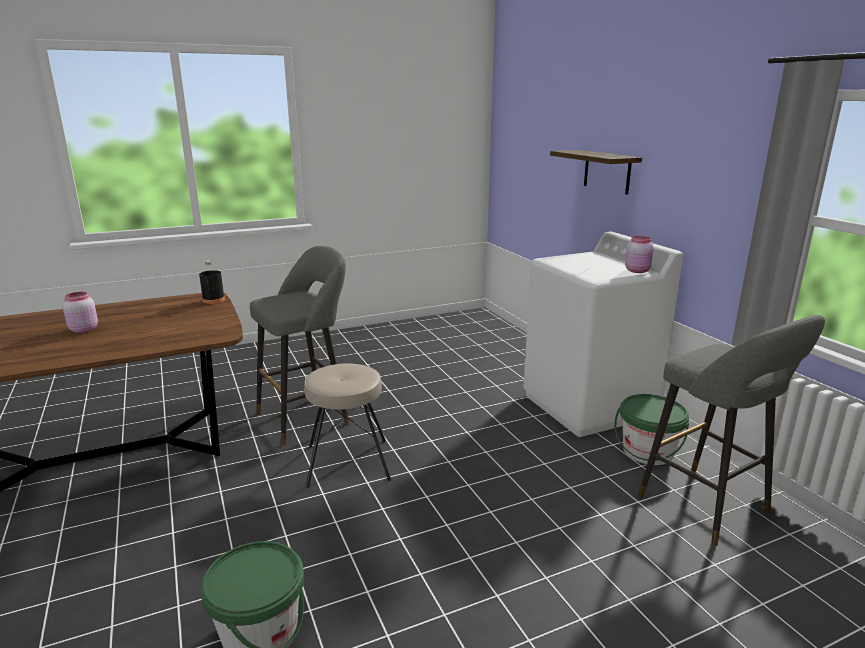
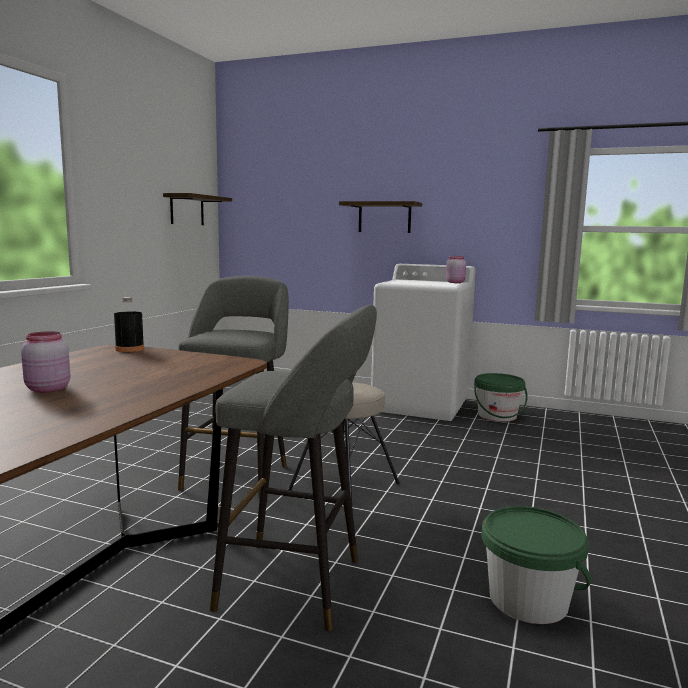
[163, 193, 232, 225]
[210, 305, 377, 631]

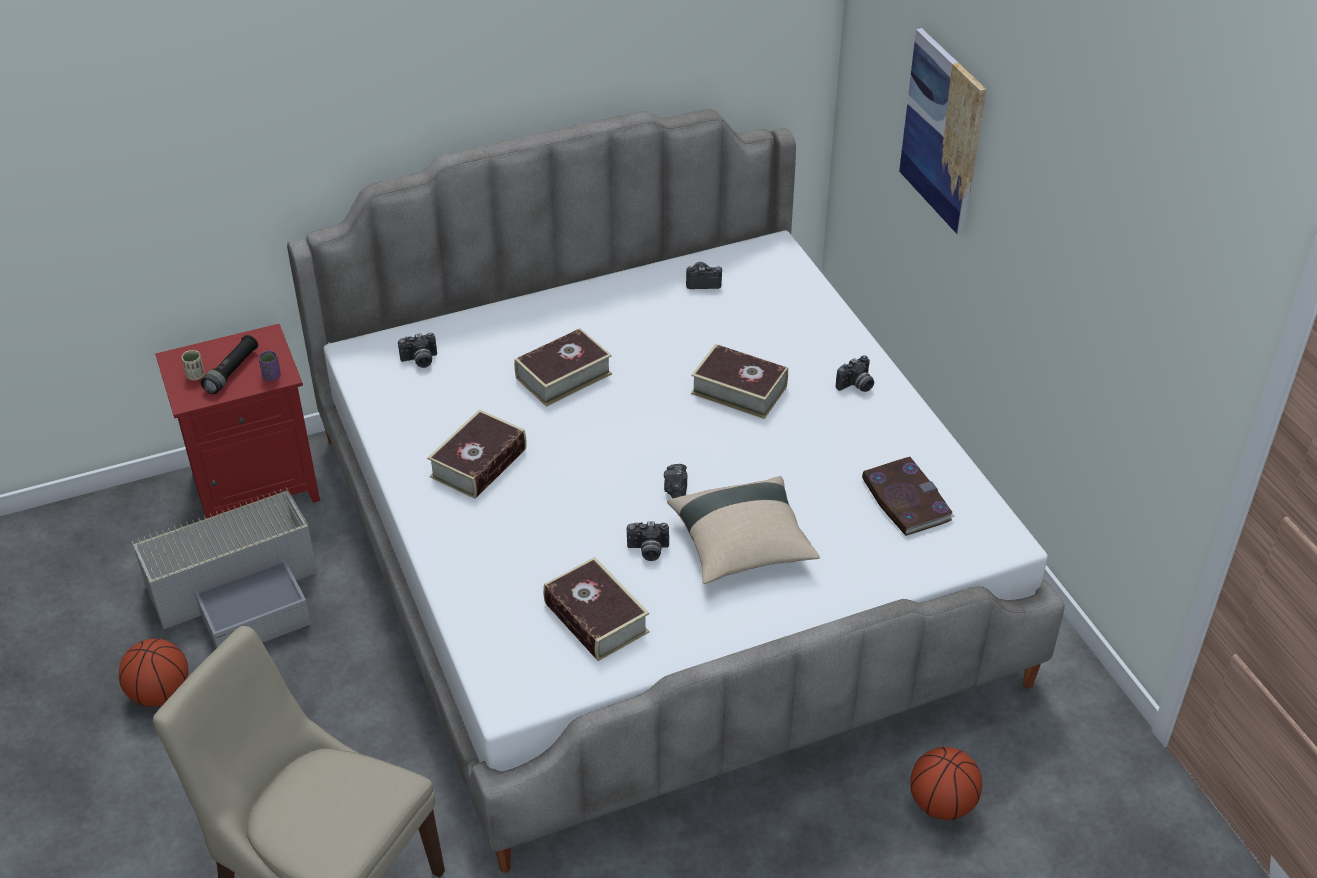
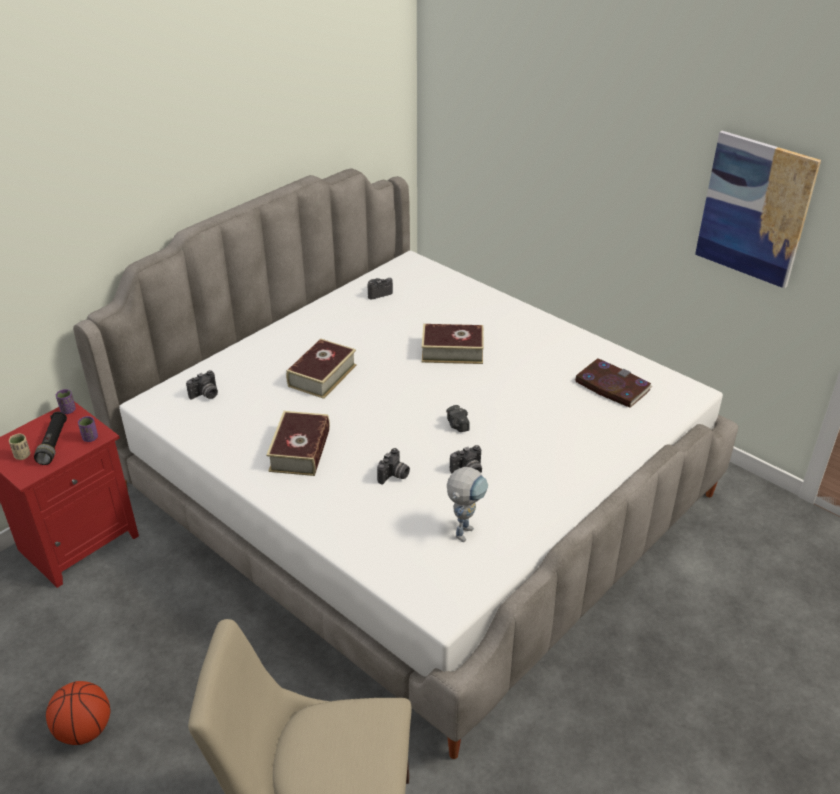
[132, 488, 318, 648] (first image)
[667, 476, 820, 584] (first image)
[910, 747, 982, 820] (first image)
[56, 389, 76, 414]
[377, 448, 410, 484]
[695, 131, 821, 289]
[447, 467, 488, 542]

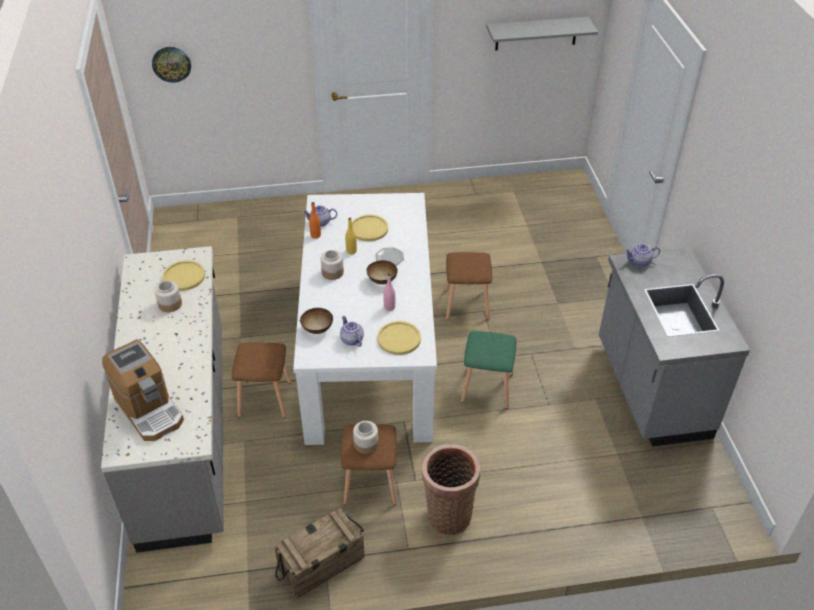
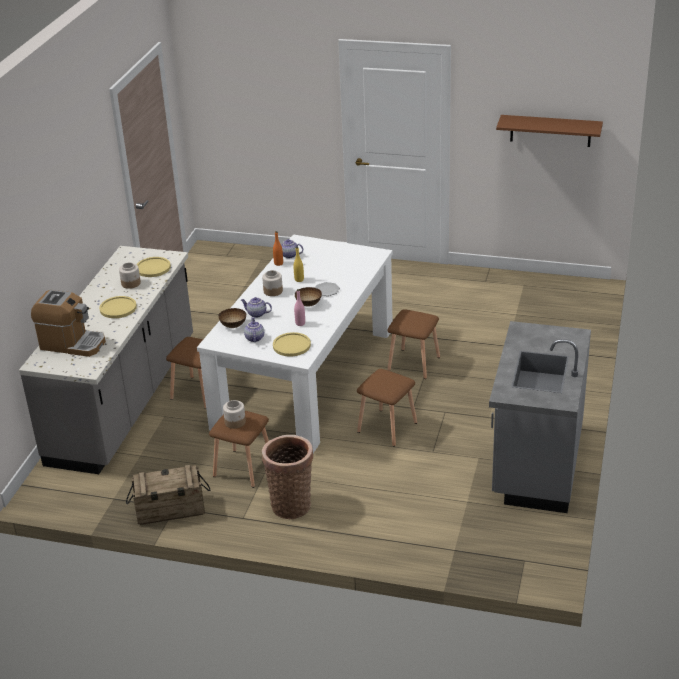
[152, 47, 191, 83] (first image)
[99, 296, 137, 318]
[241, 297, 272, 318]
[357, 369, 417, 446]
[496, 115, 603, 147]
[31, 290, 106, 357]

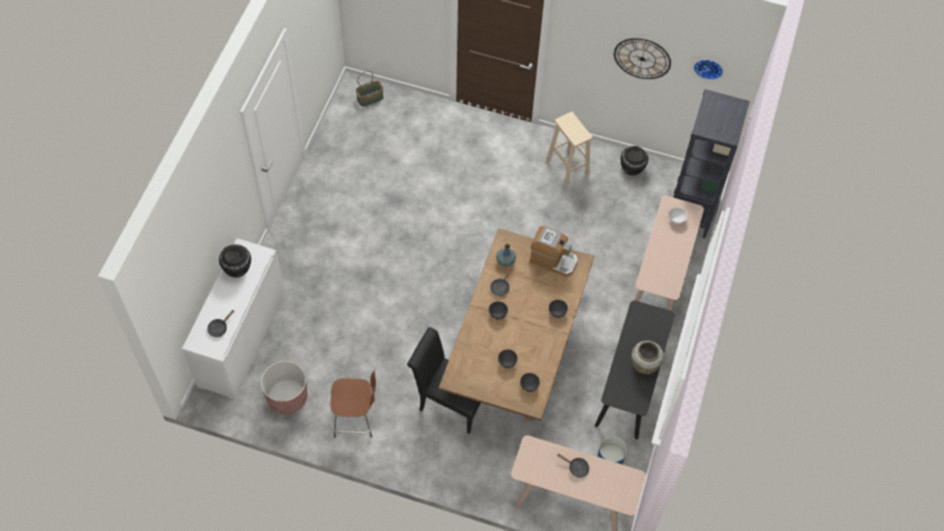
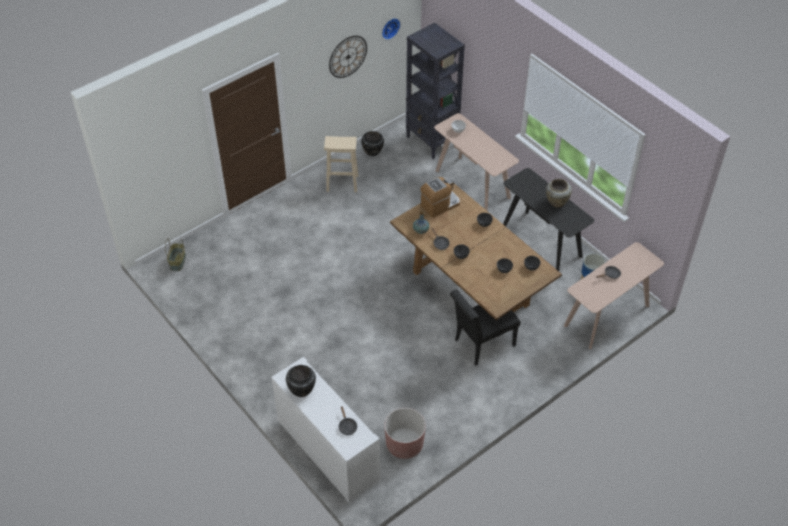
[331, 370, 376, 437] (first image)

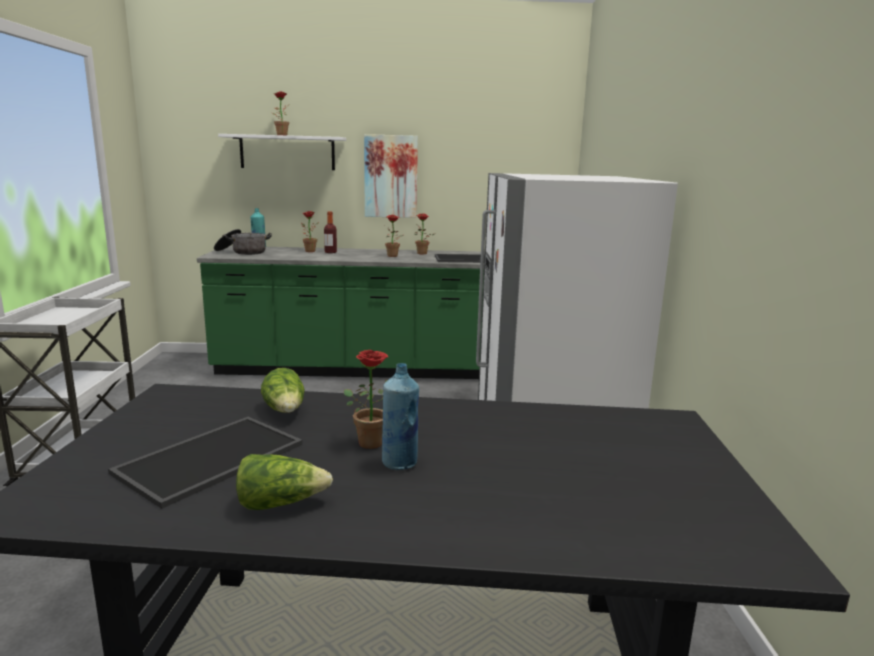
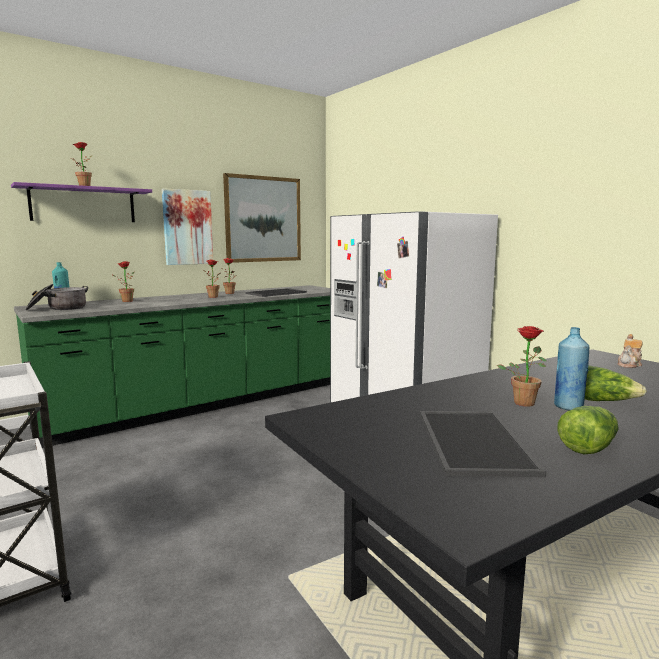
[324, 212, 337, 253] (first image)
[223, 173, 301, 263]
[618, 334, 643, 368]
[585, 365, 647, 401]
[11, 182, 152, 222]

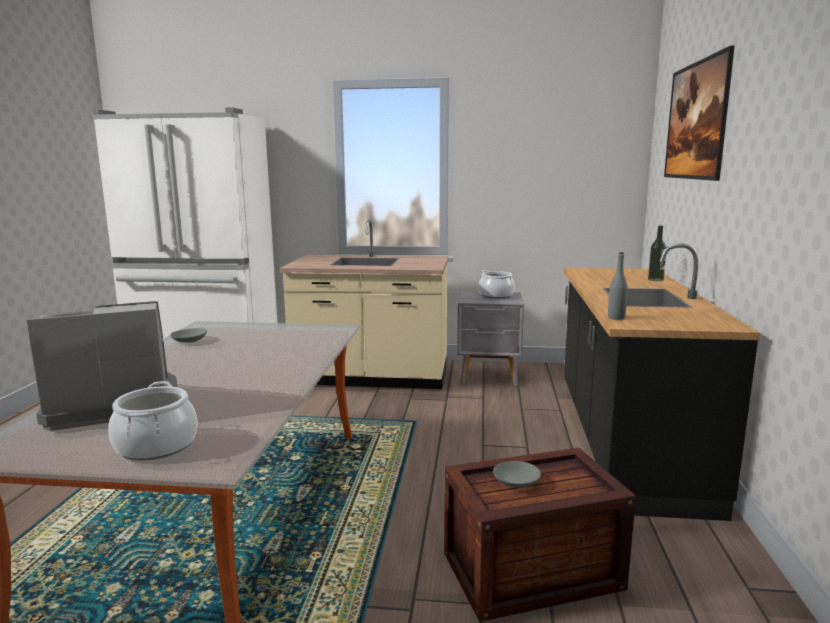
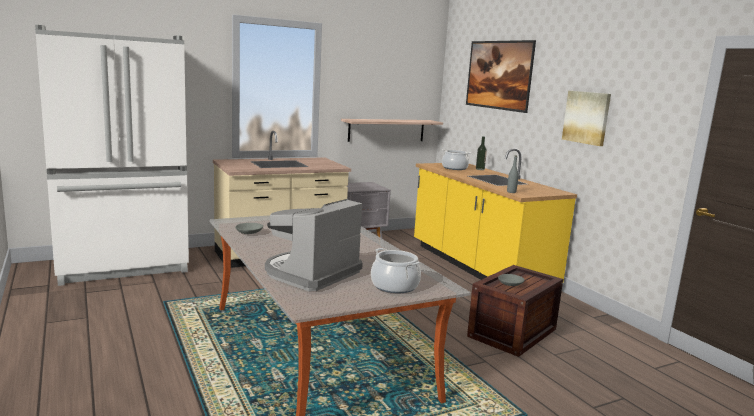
[341, 119, 443, 142]
[562, 91, 611, 146]
[442, 149, 471, 170]
[414, 148, 577, 282]

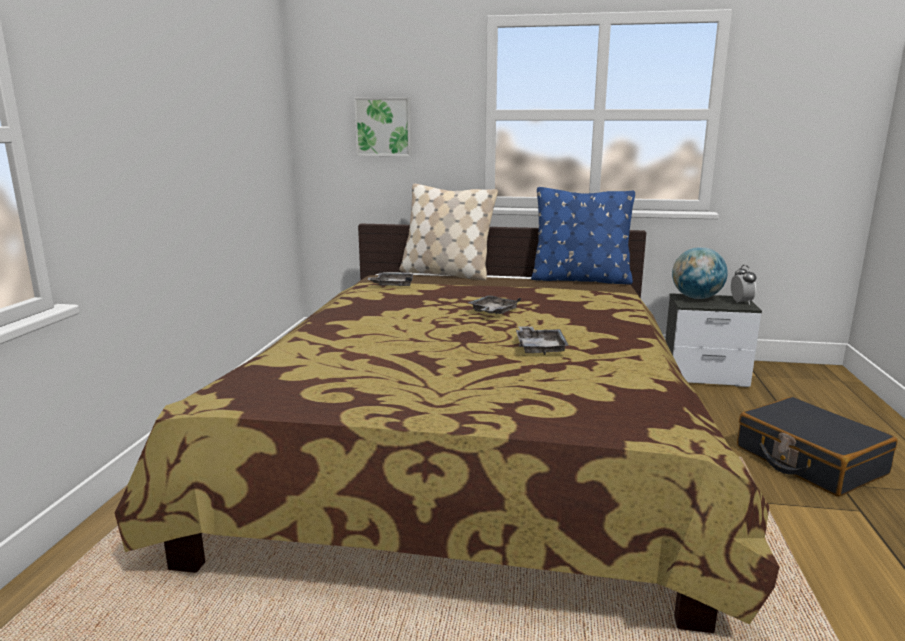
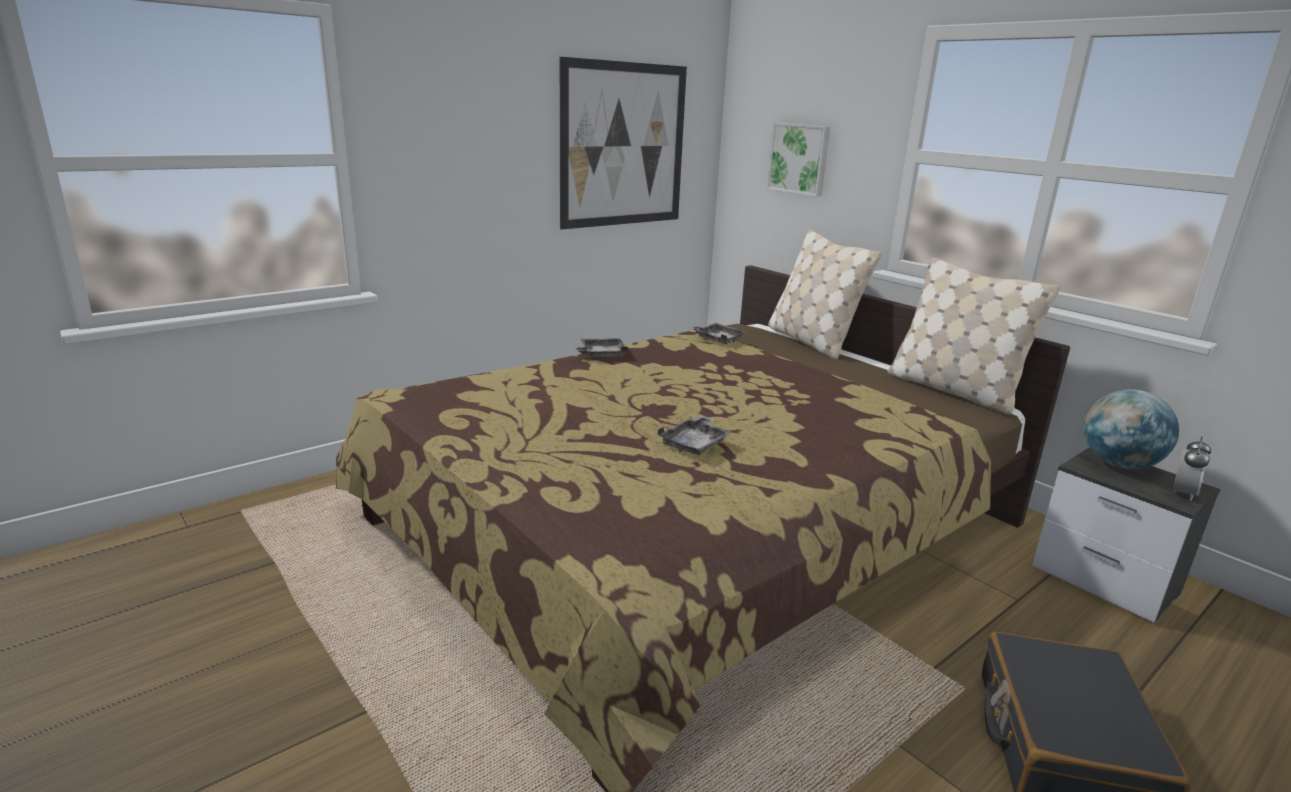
[560, 57, 687, 229]
[573, 338, 628, 357]
[888, 258, 1060, 415]

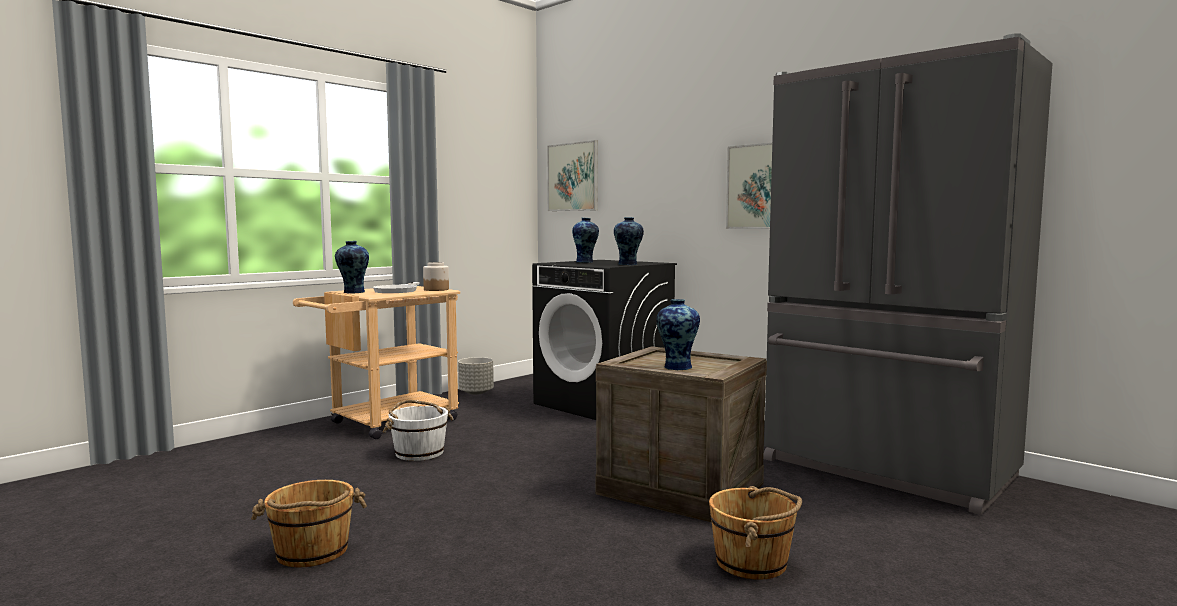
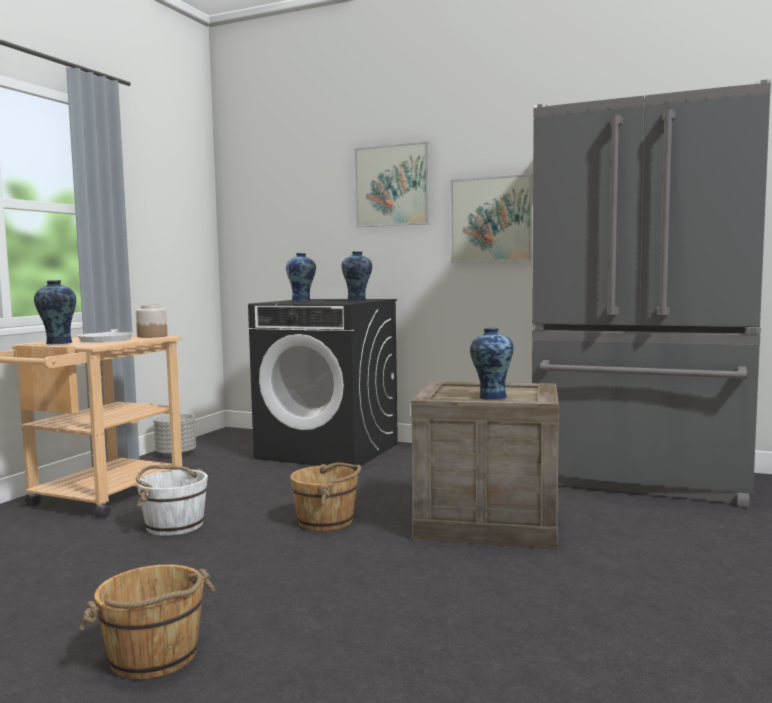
[354, 141, 430, 227]
[290, 463, 361, 531]

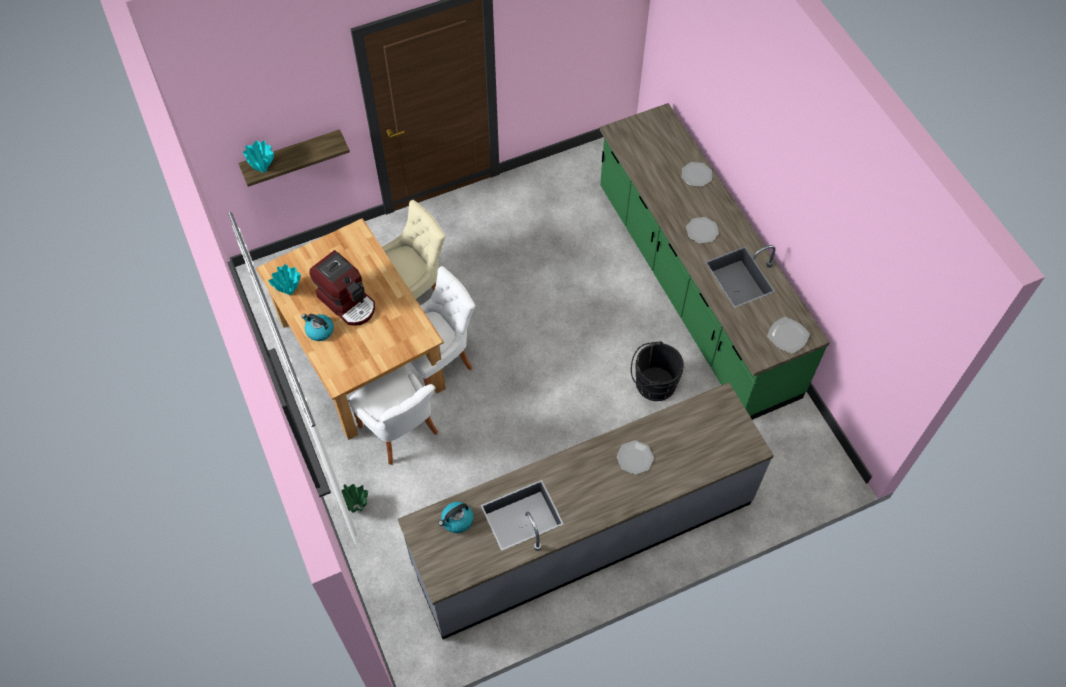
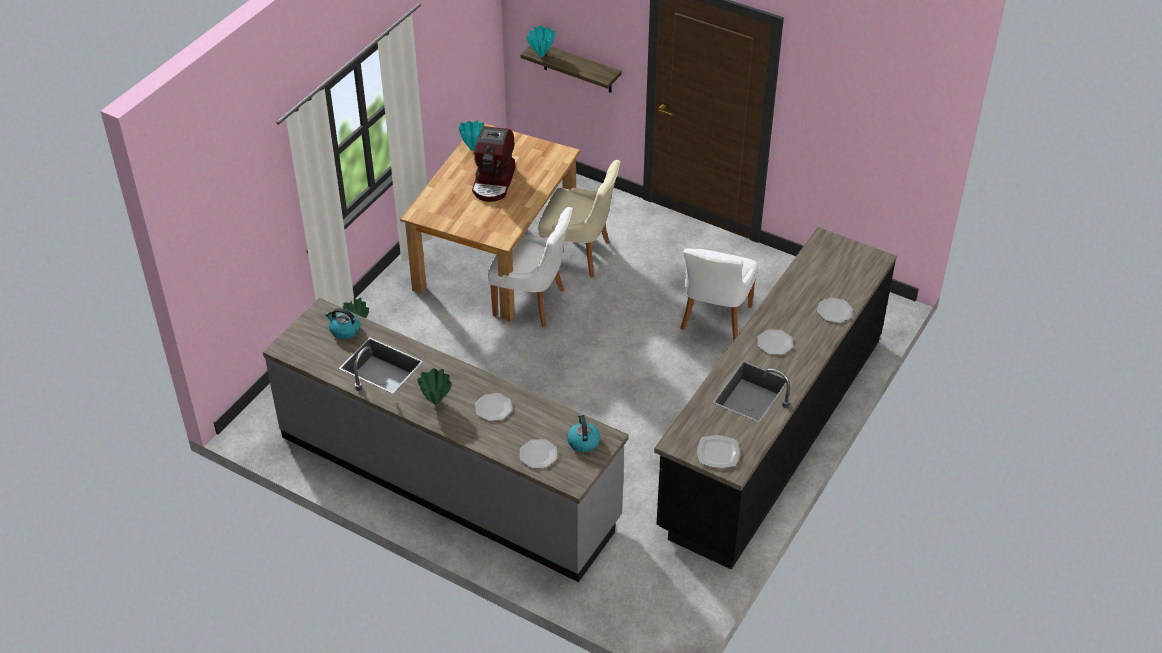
[631, 341, 684, 401] (first image)
[417, 368, 452, 405]
[520, 439, 557, 468]
[567, 414, 600, 452]
[680, 248, 758, 340]
[654, 227, 897, 570]

